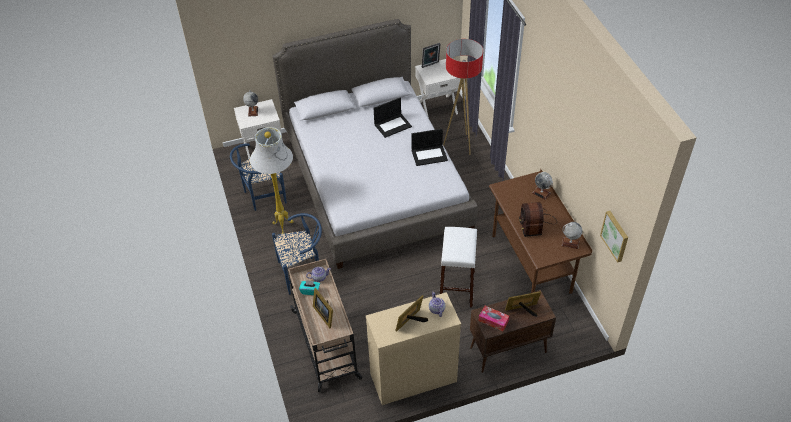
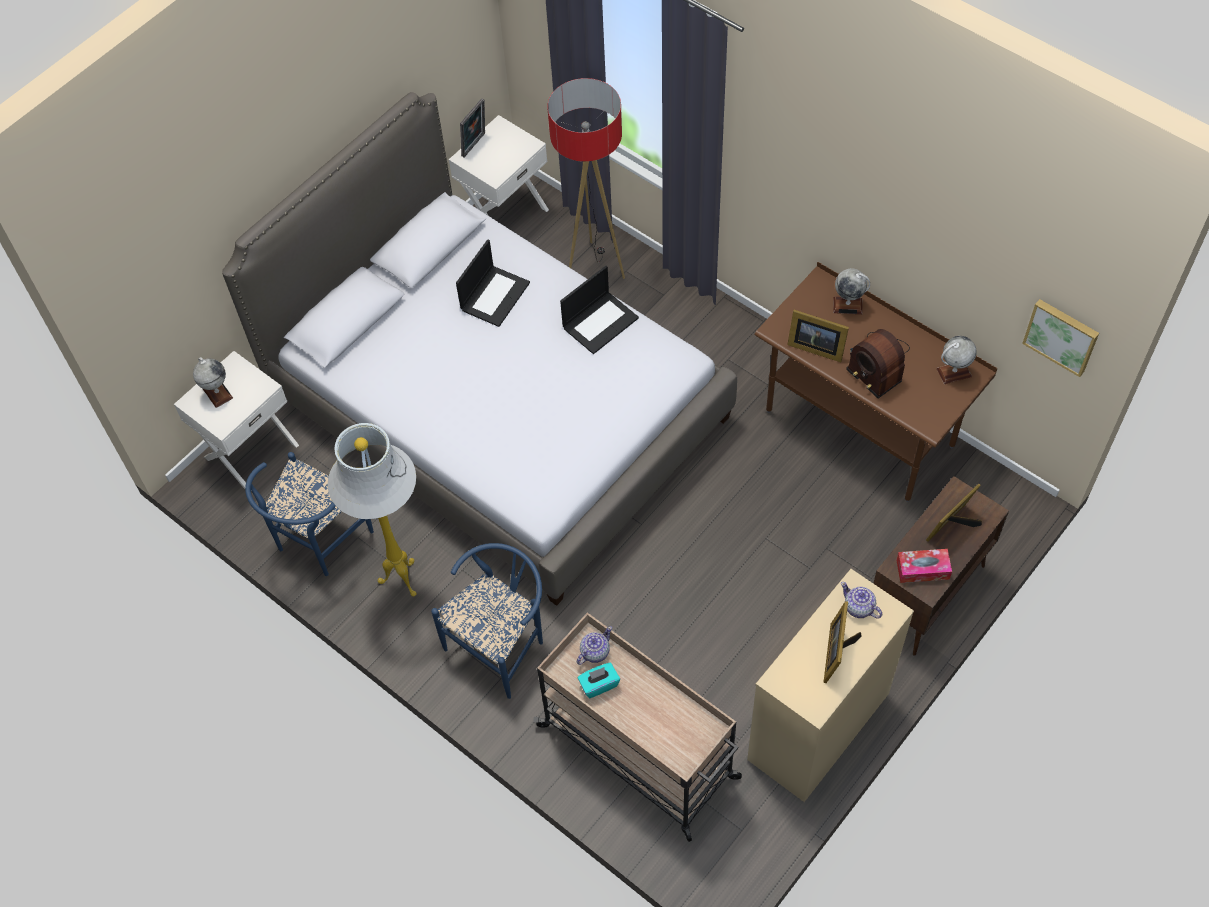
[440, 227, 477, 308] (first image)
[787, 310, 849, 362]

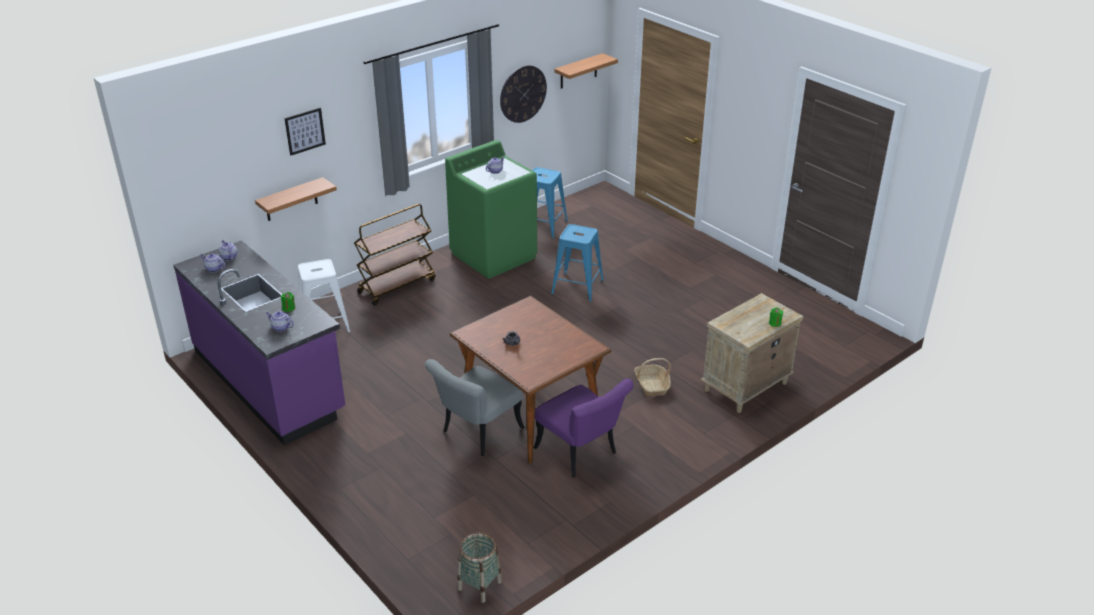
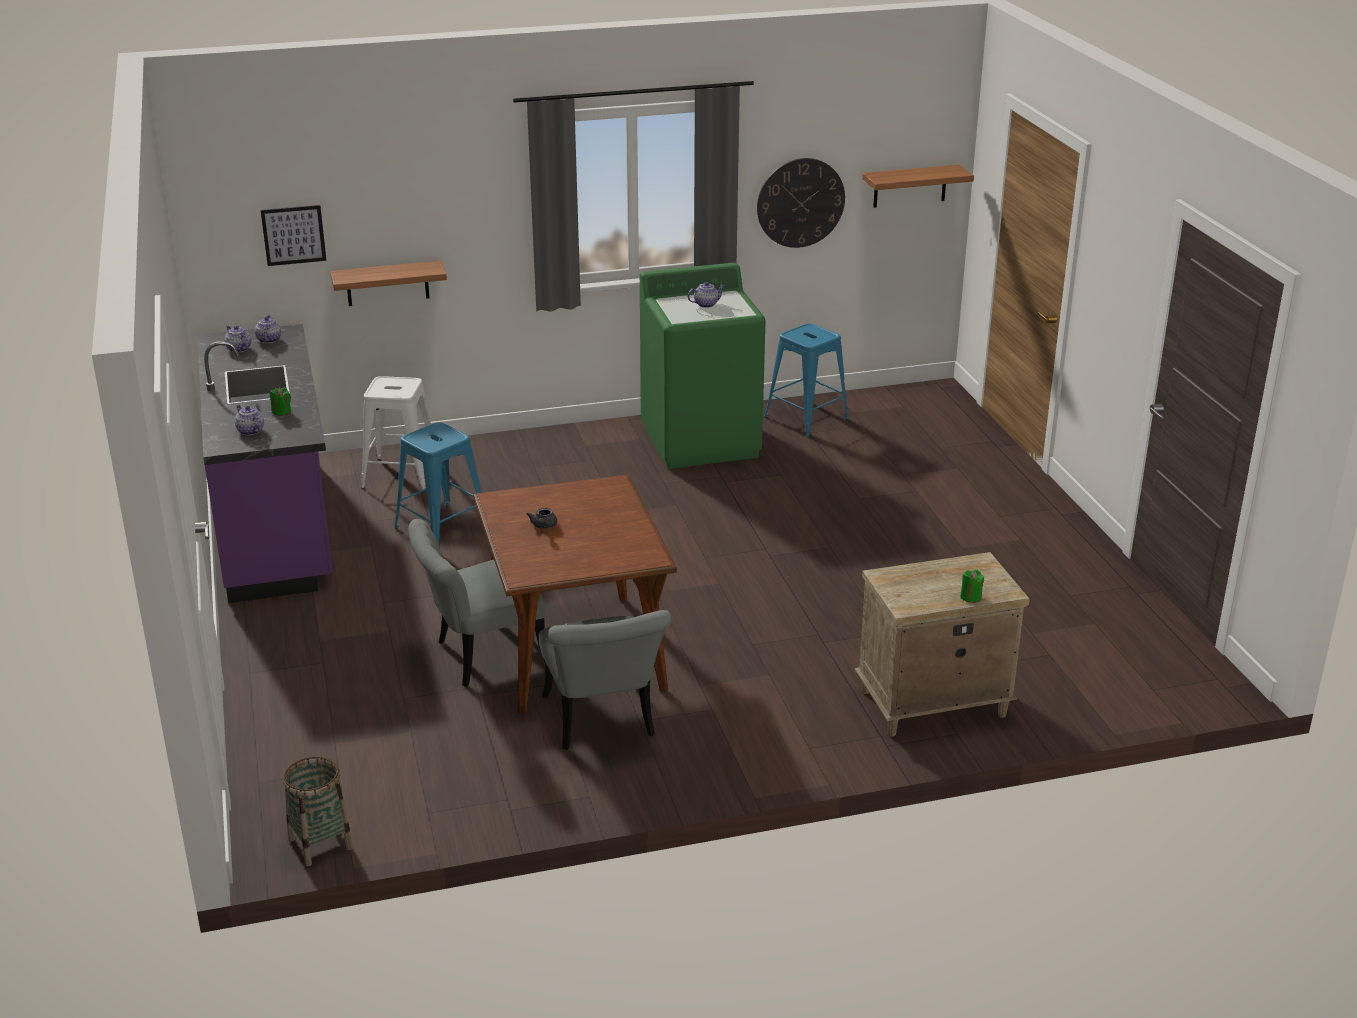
[354, 204, 435, 306] (first image)
[634, 358, 671, 396] (first image)
[261, 205, 326, 266]
[394, 422, 481, 544]
[539, 610, 671, 750]

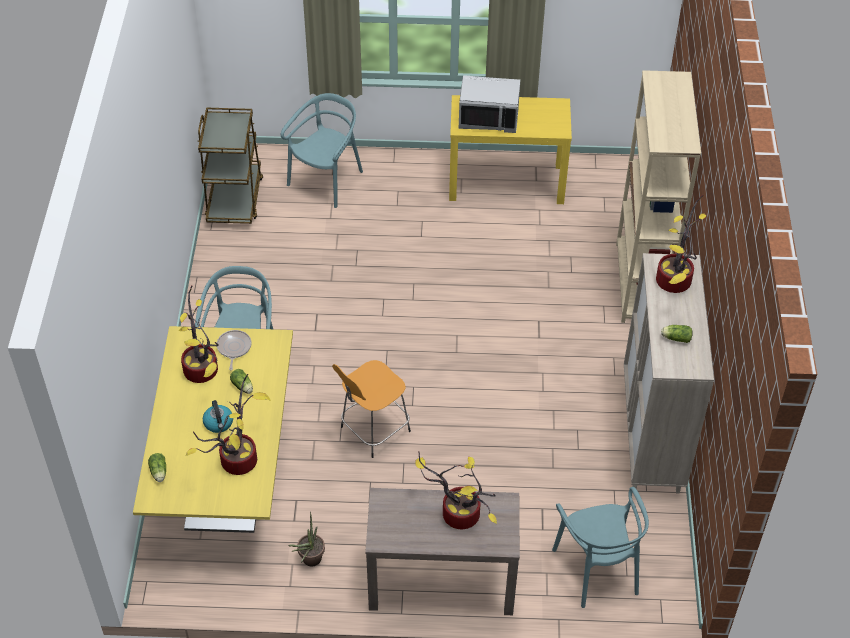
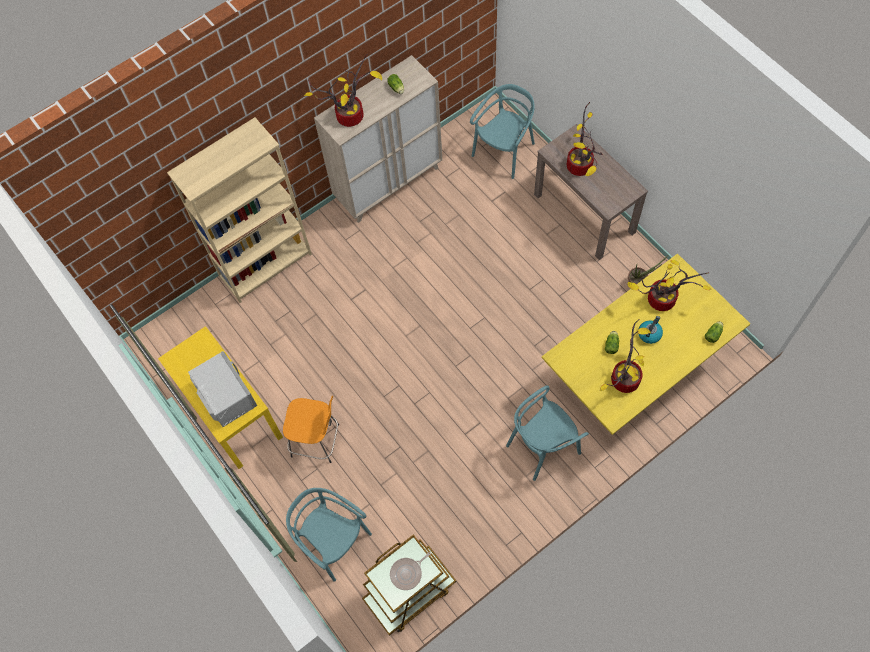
[390, 552, 431, 590]
[283, 396, 339, 463]
[286, 488, 372, 582]

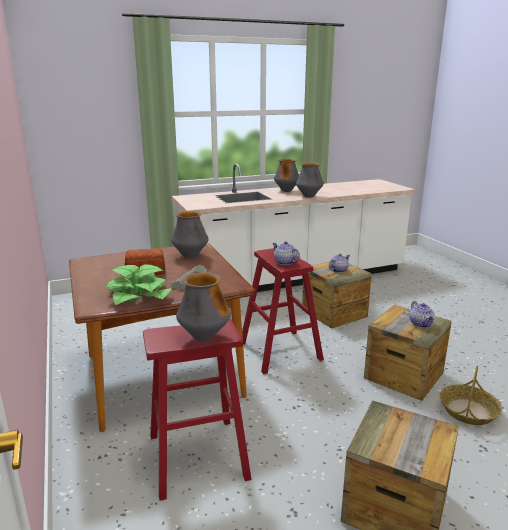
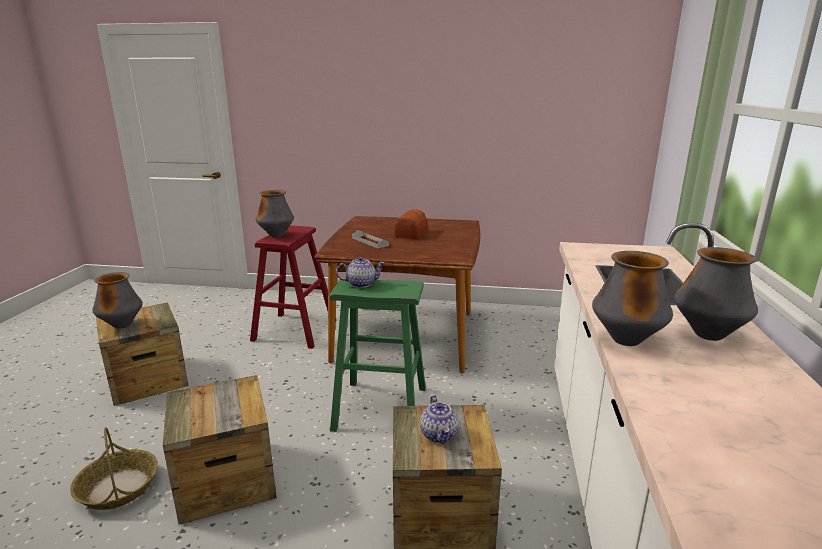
[106, 264, 172, 305] (first image)
[410, 301, 435, 328] (first image)
[92, 272, 143, 329]
[330, 277, 426, 432]

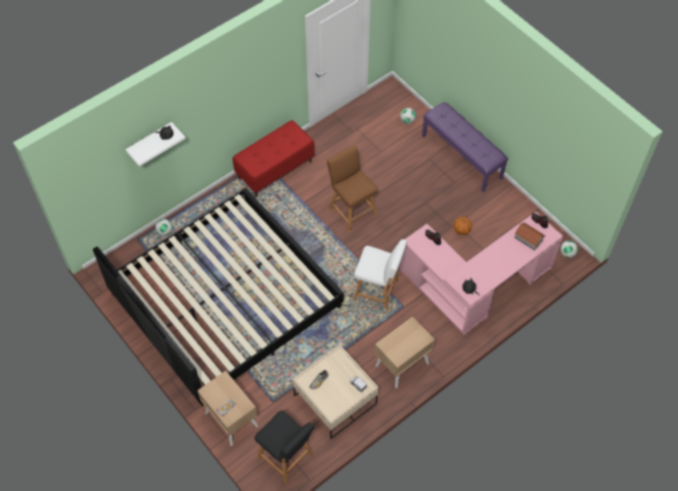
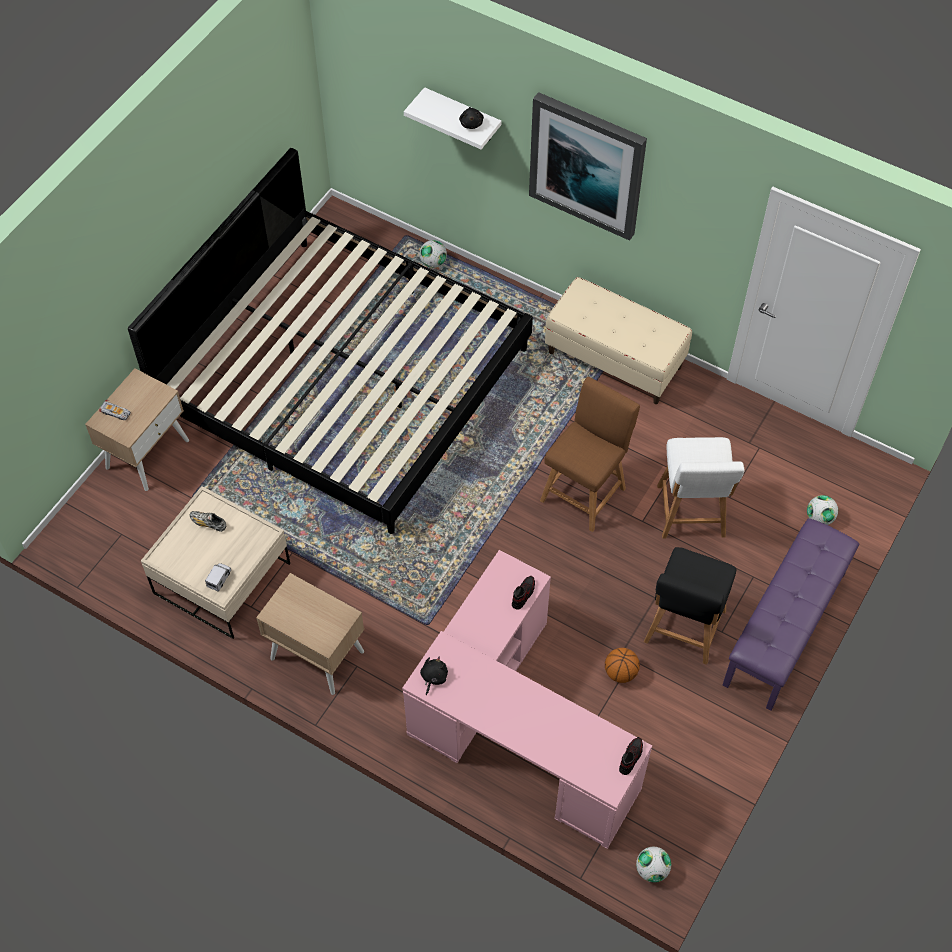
[514, 223, 545, 251] (first image)
[529, 92, 647, 241]
[644, 547, 736, 665]
[657, 437, 745, 538]
[545, 277, 692, 404]

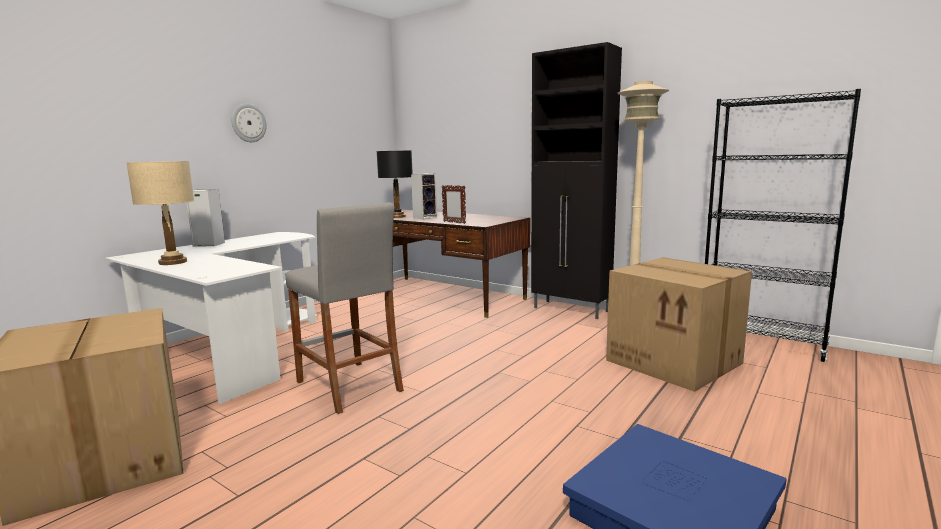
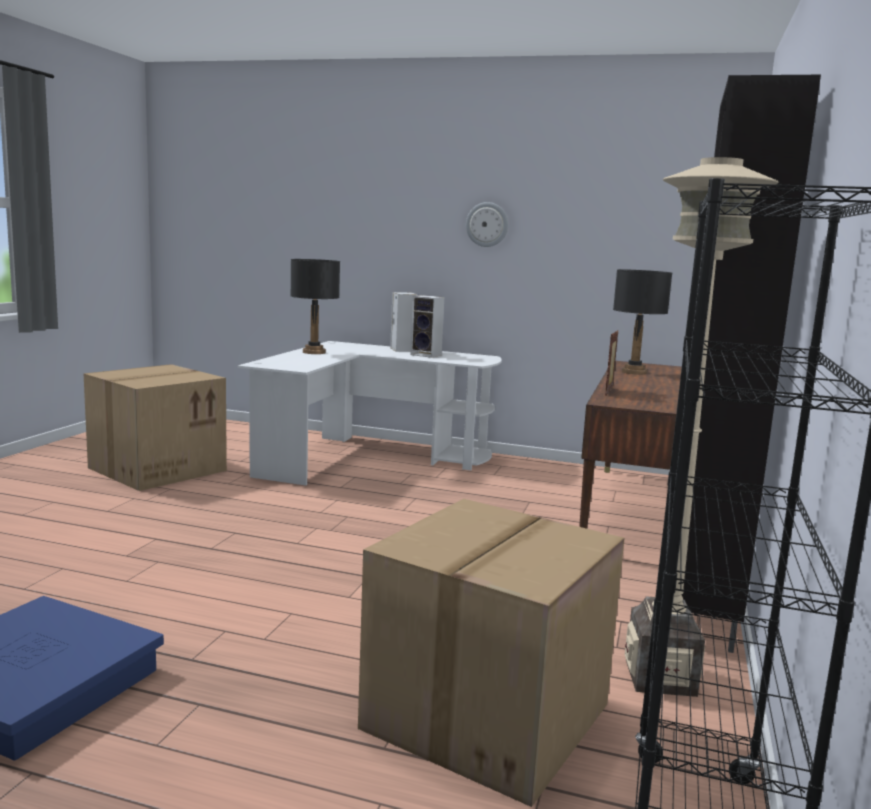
[286, 202, 404, 414] (first image)
[410, 295, 444, 358]
[290, 259, 340, 354]

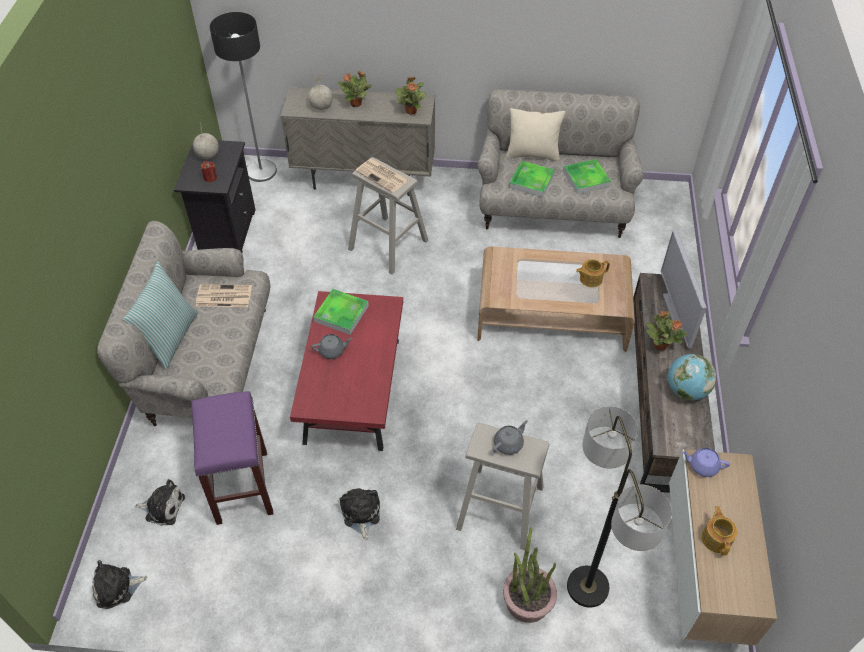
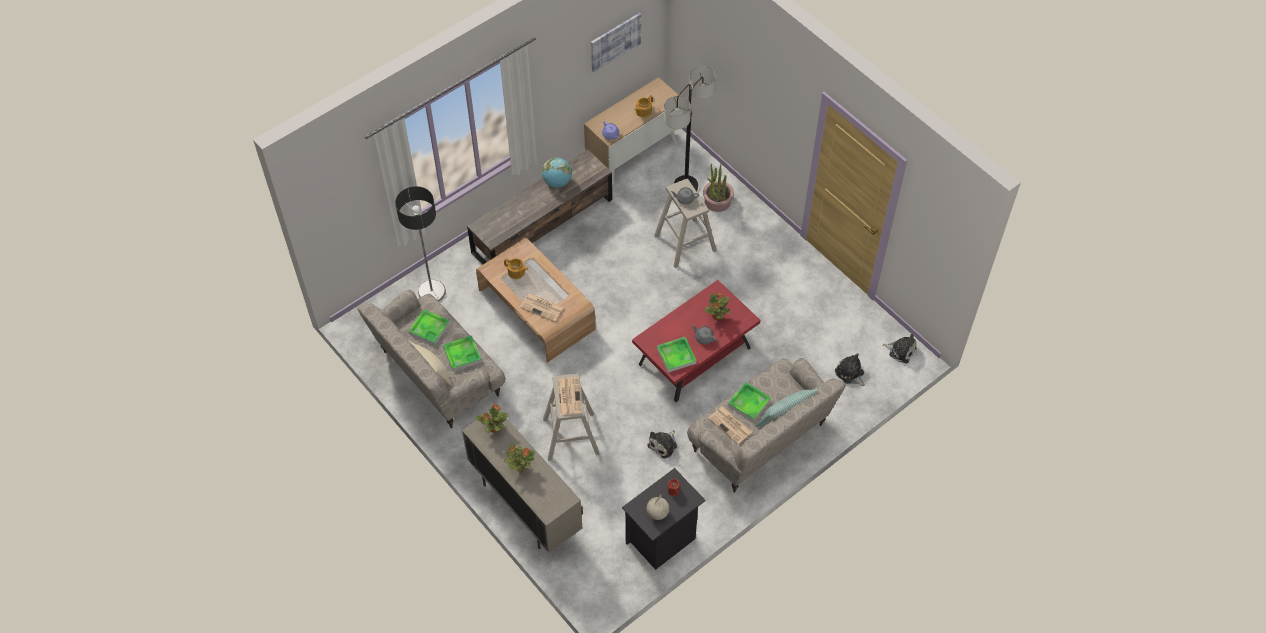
[191, 391, 274, 525] (first image)
[308, 74, 333, 110] (first image)
[661, 230, 707, 348] (first image)
[520, 293, 564, 322]
[591, 13, 641, 72]
[728, 382, 771, 422]
[395, 186, 446, 301]
[648, 430, 677, 458]
[705, 293, 730, 320]

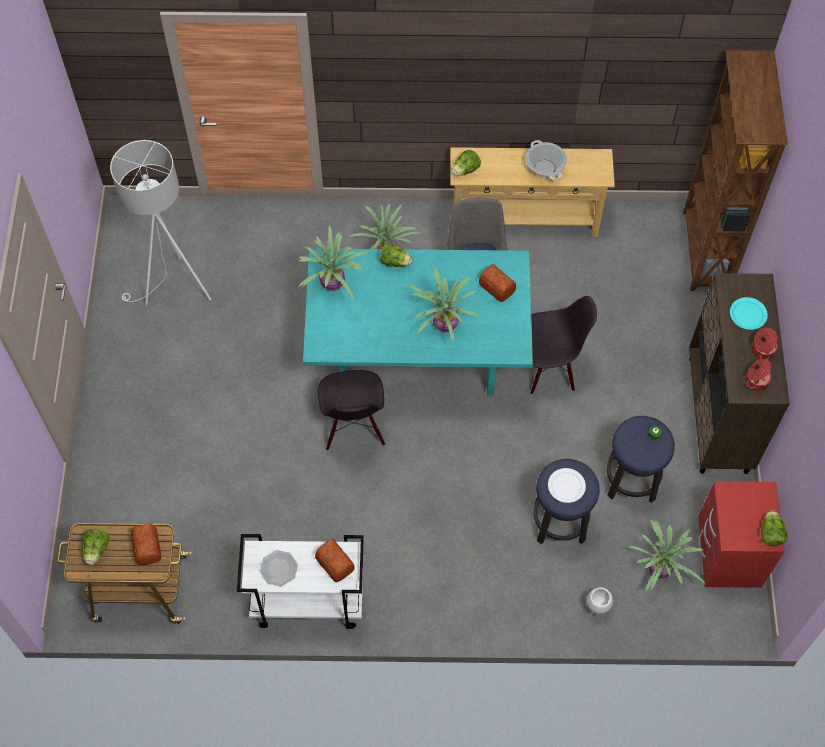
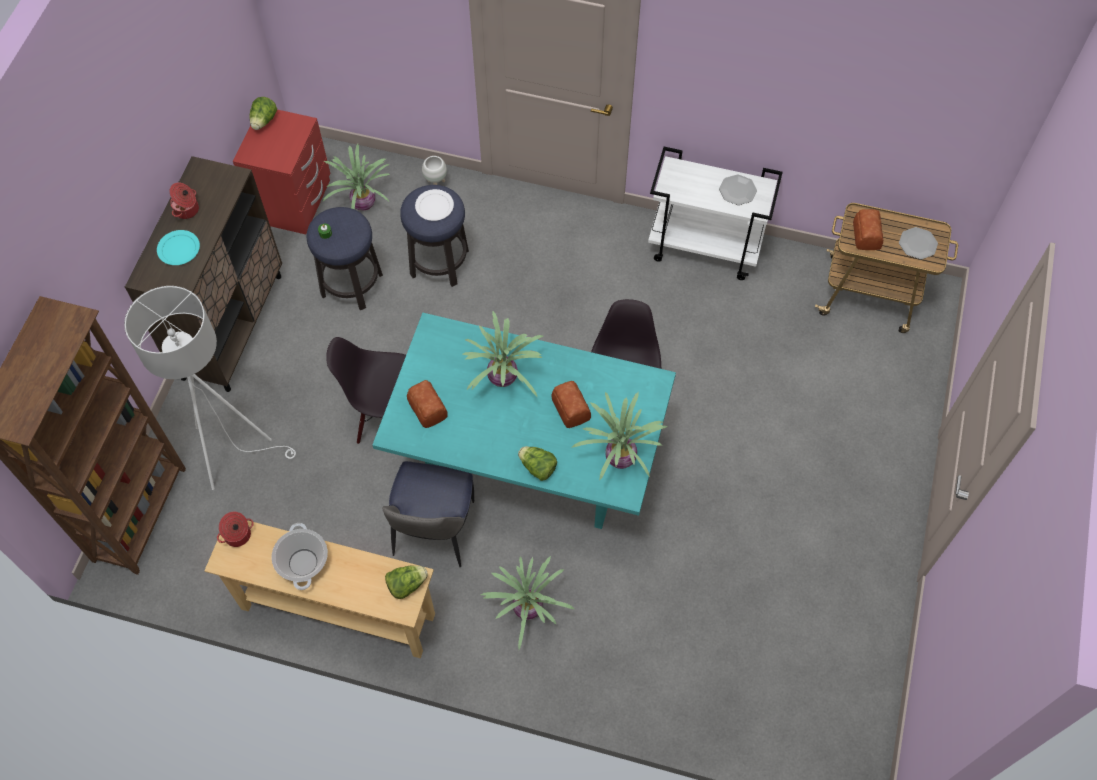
[124, 286, 296, 490]
[551, 381, 591, 428]
[217, 512, 254, 547]
[899, 227, 938, 259]

